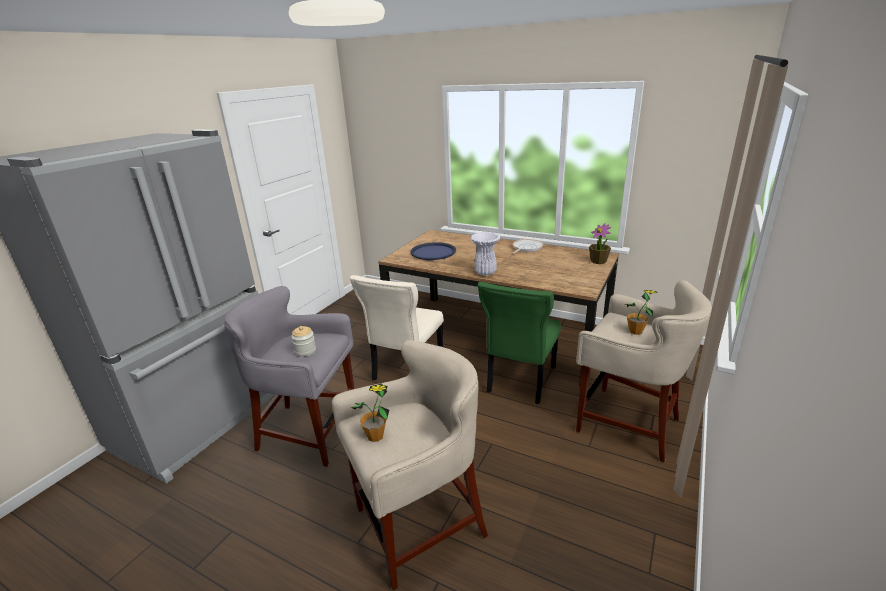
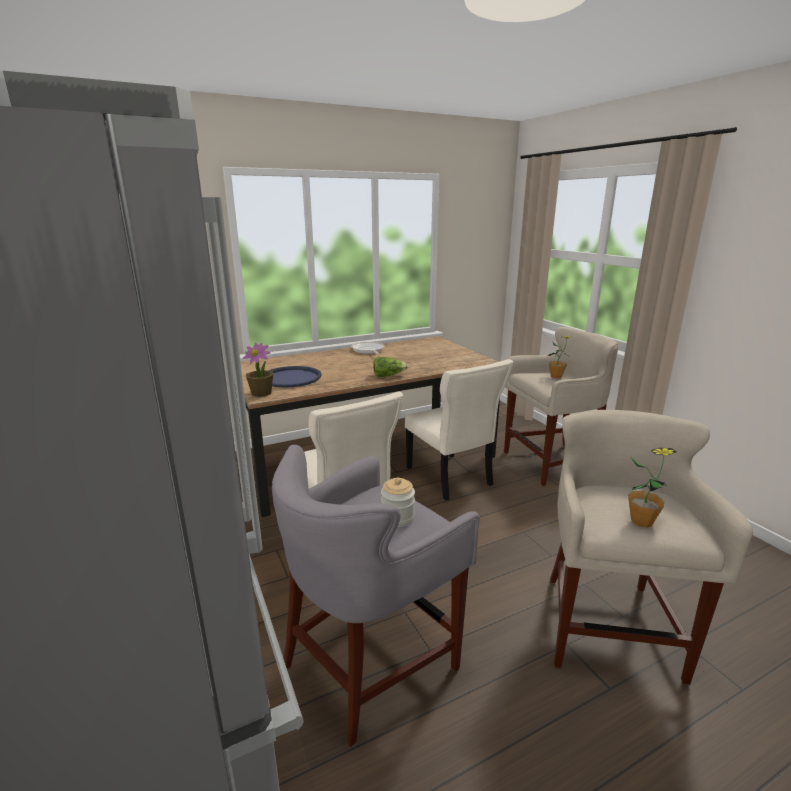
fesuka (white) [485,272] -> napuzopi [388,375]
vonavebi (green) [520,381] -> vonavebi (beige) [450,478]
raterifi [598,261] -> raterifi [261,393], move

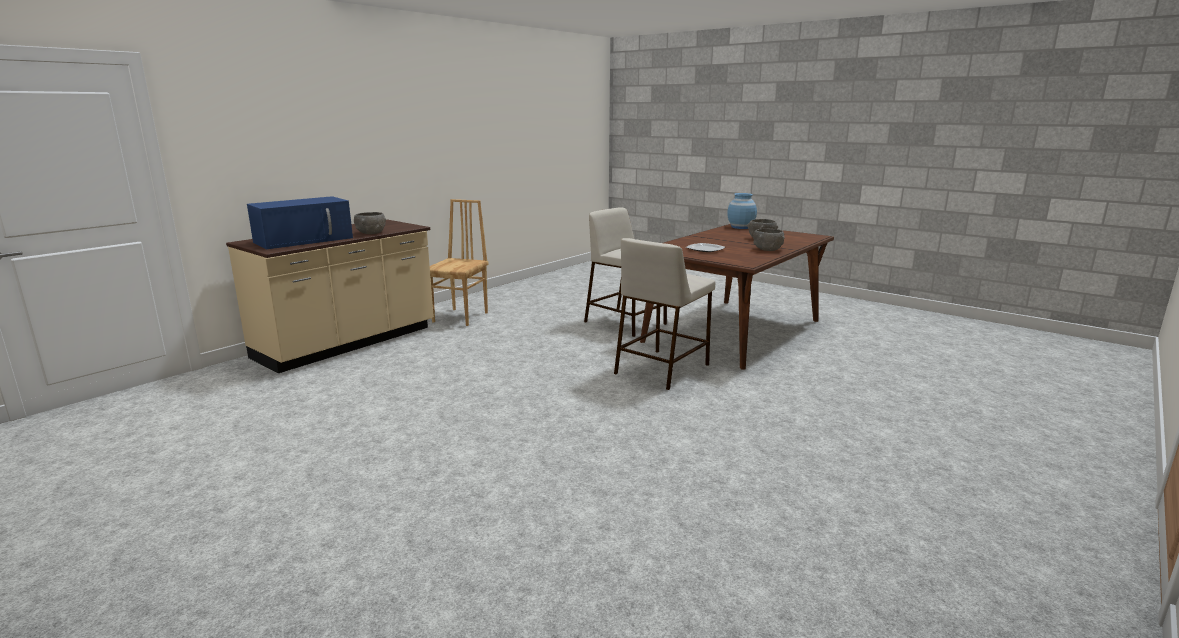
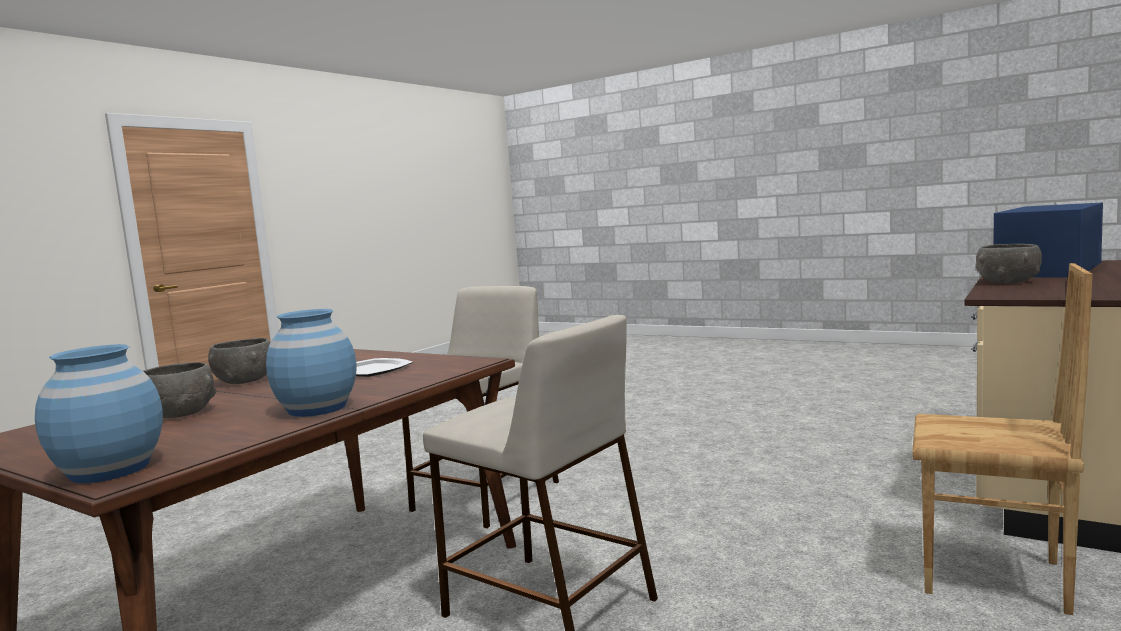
vonavebi (brown) [461,317] -> vonavebi (brown) [994,579], 75 degrees counterclockwise
none -> fesuka (blue) [317,409]

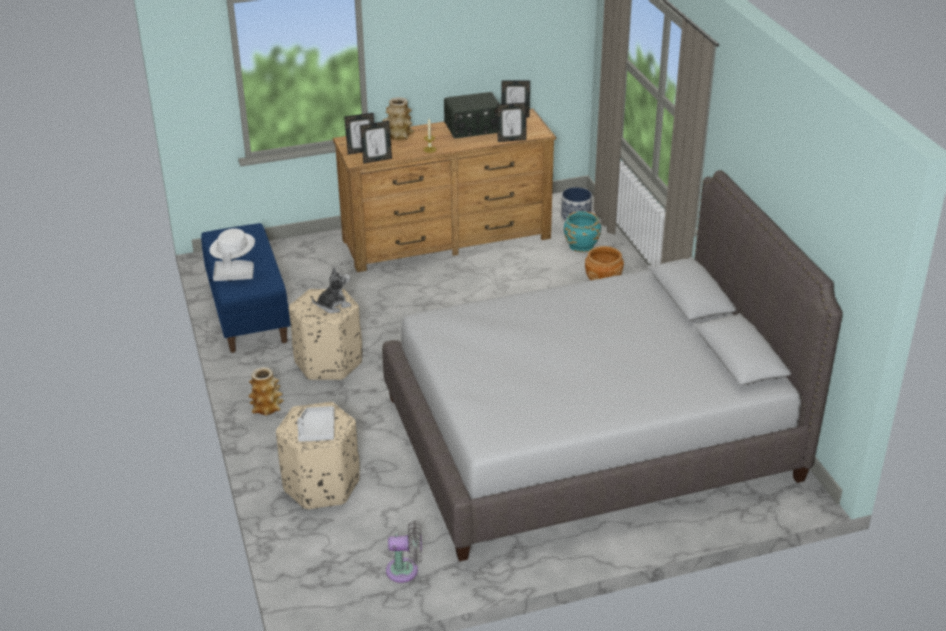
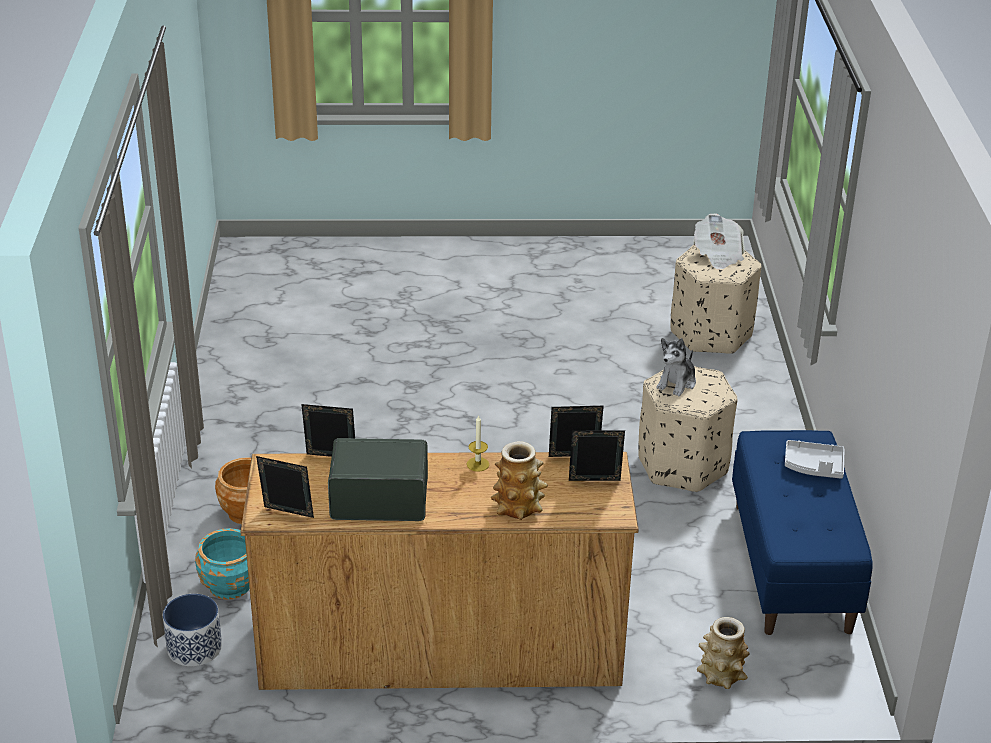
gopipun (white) [232,247] -> none
fesuka [267,408] -> fesuka [721,675], move
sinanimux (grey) [317,430] -> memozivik [718,255]
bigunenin [333,305] -> bigunenin [677,383], 45 degrees counterclockwise
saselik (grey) [590,438] -> none
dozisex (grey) [406,570] -> none

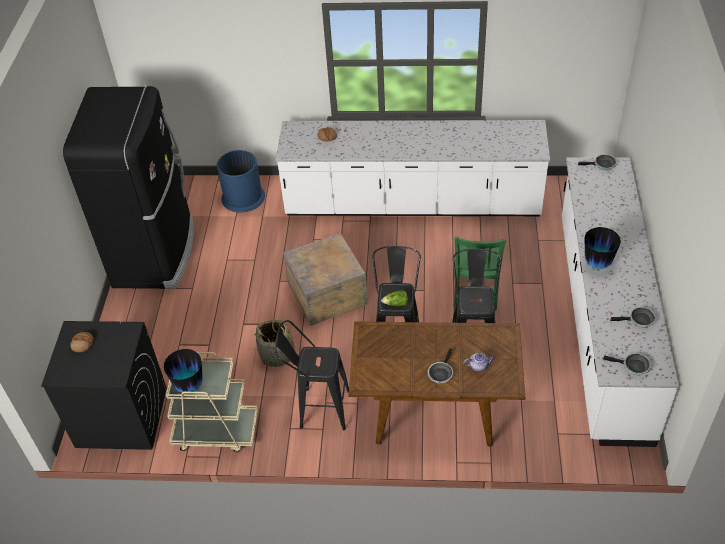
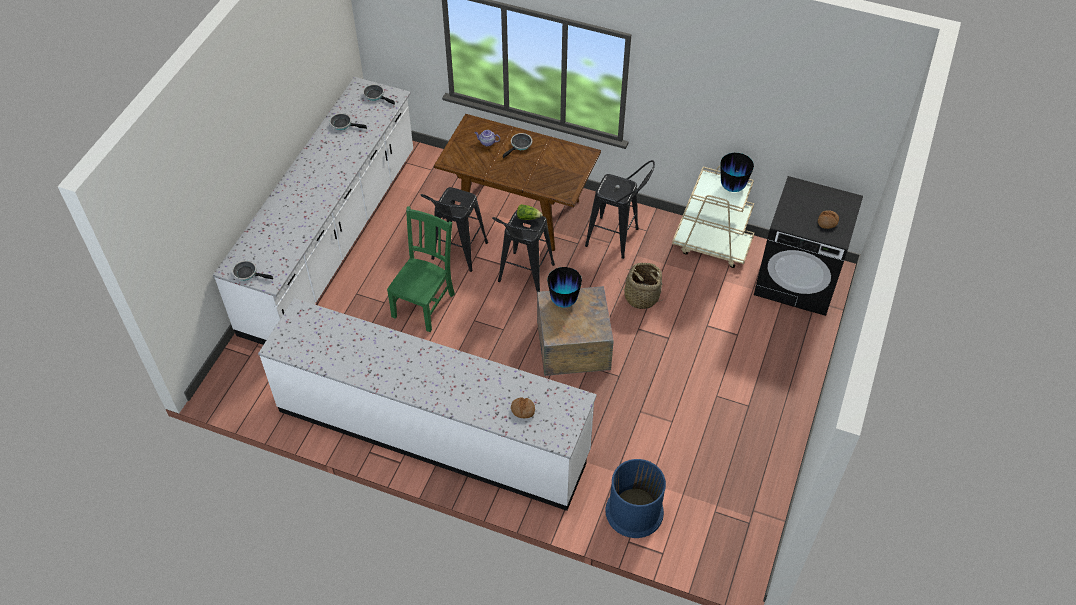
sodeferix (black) [155,253] -> none
fesuka [597,263] -> fesuka [563,301], move

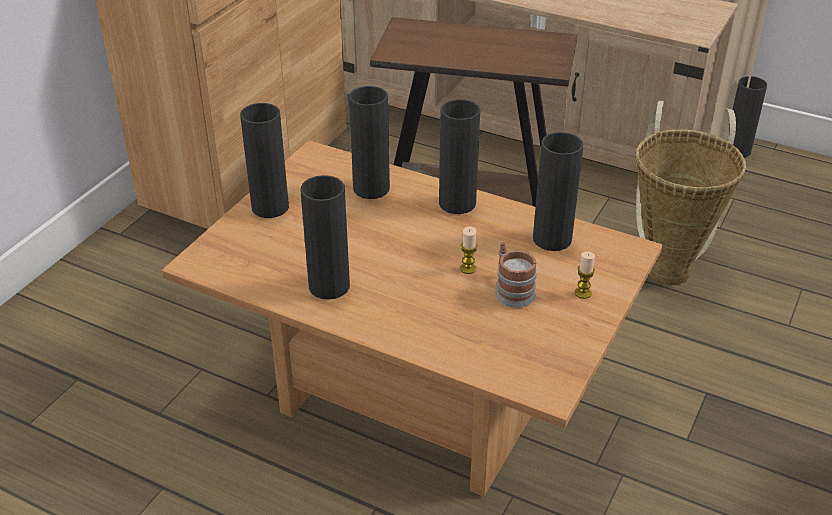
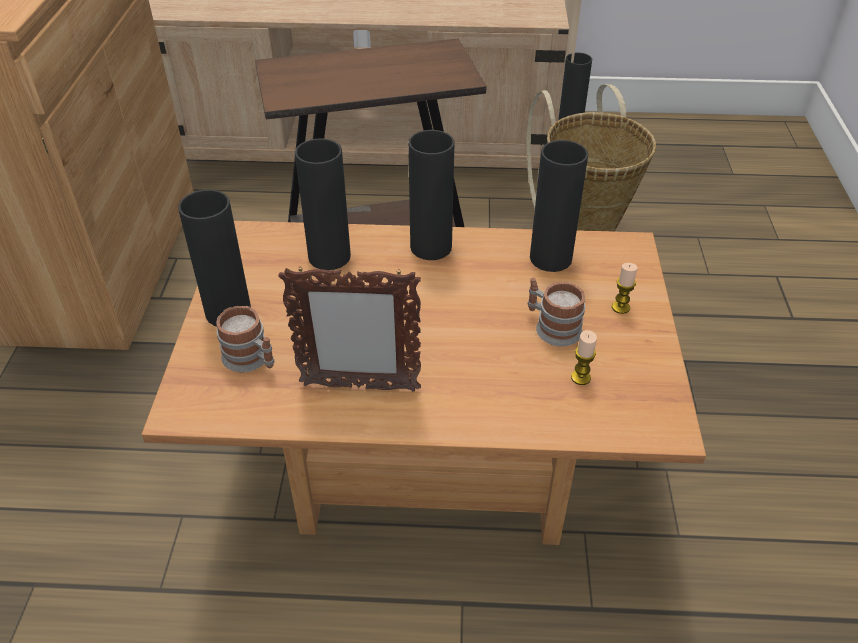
fesuka (black) [329,286] -> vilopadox [359,387]
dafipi [468,268] -> dafipi [580,377], move
none -> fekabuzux [251,360]

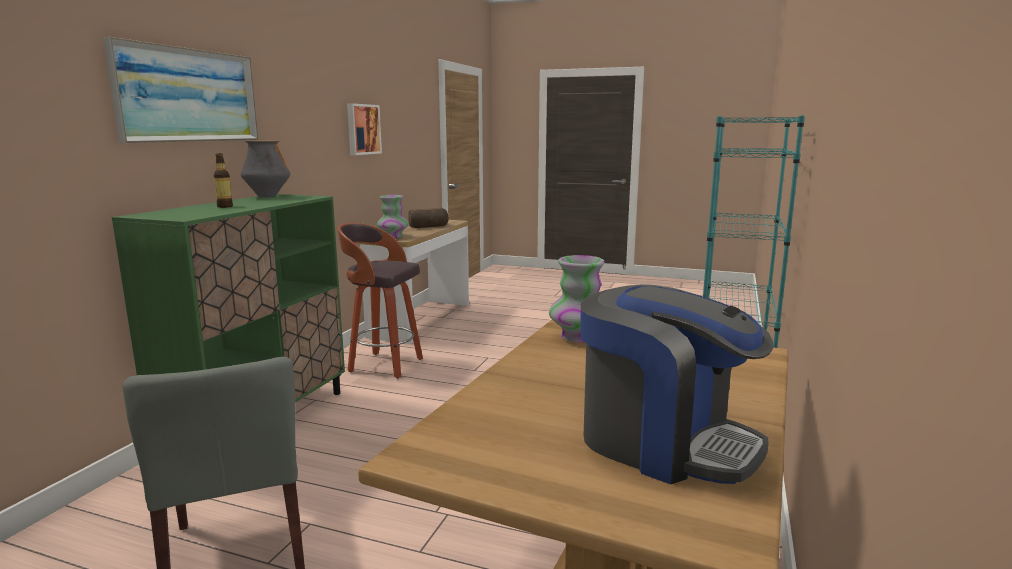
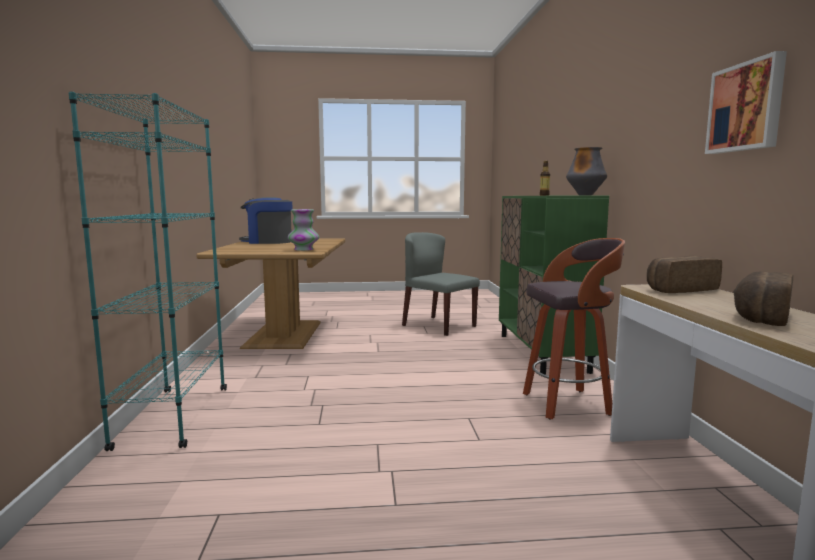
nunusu [188,95] -> none
fesuka [393,236] -> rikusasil [679,289]

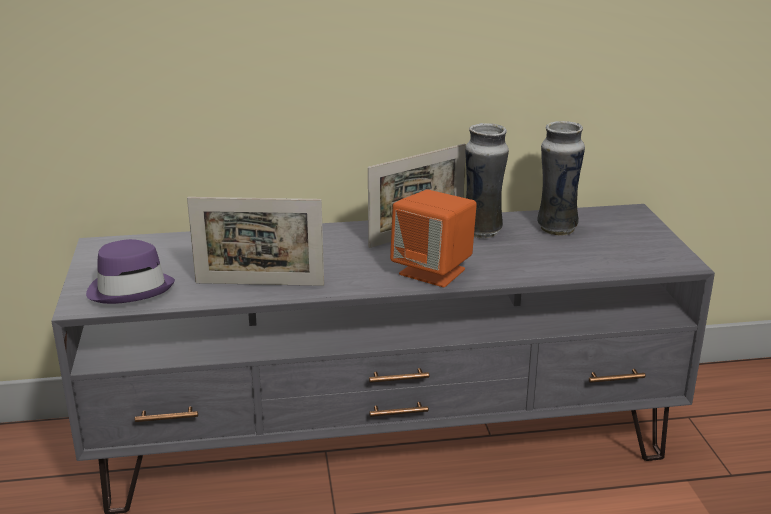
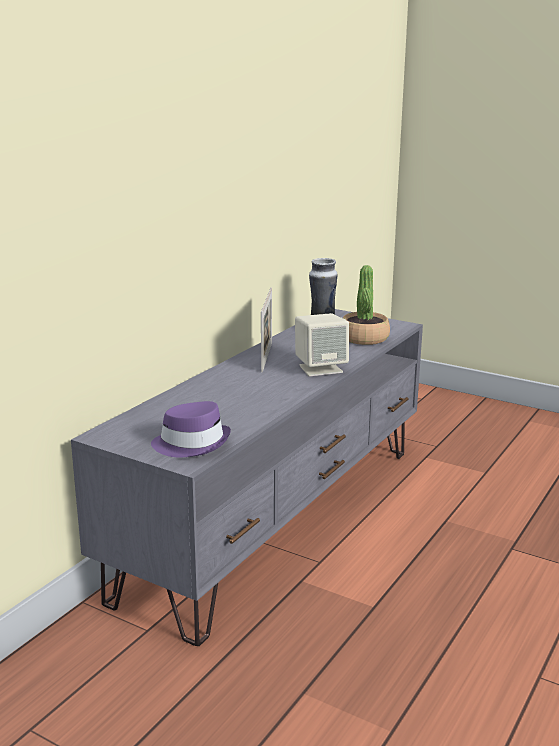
vilopadox [259,284] -> none
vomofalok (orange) [433,272] -> vomofalok (beige) [320,368]
fesuka [482,231] -> none
none -> raterifi [364,338]

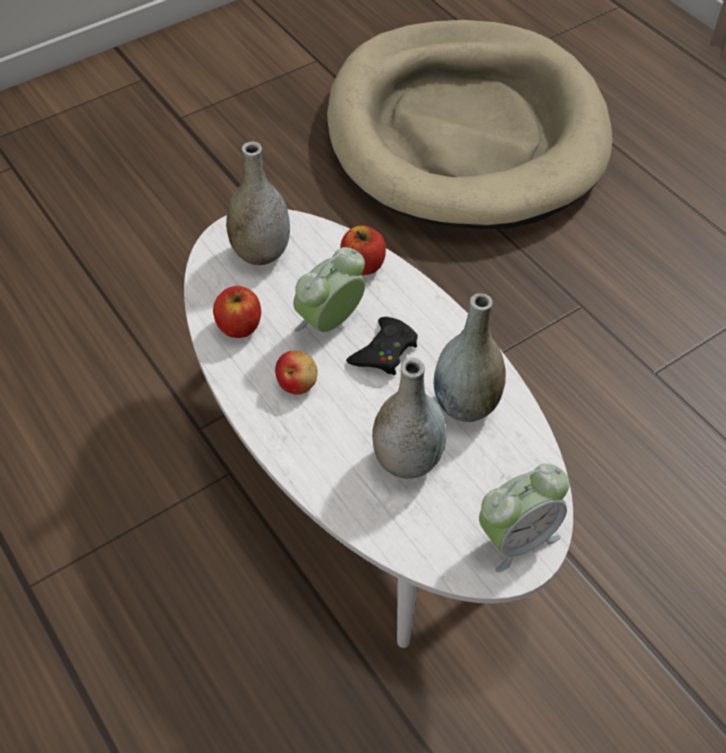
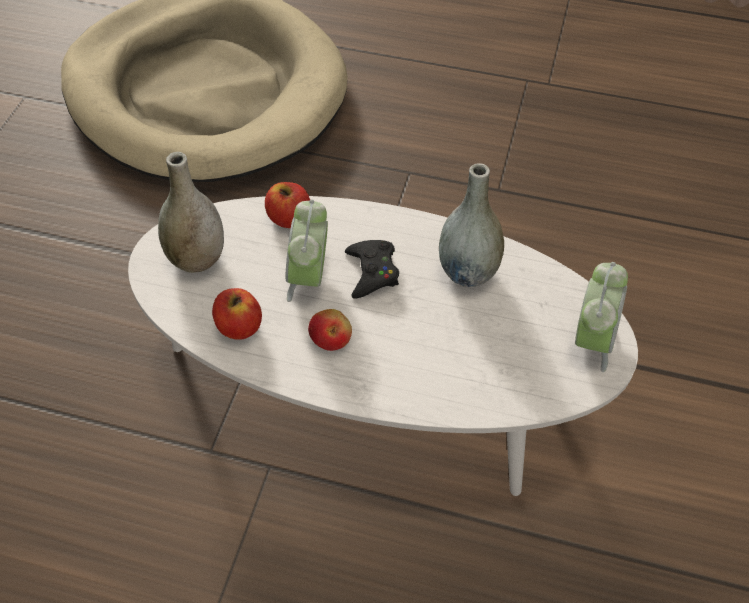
fesuka (grey) [407,460] -> none

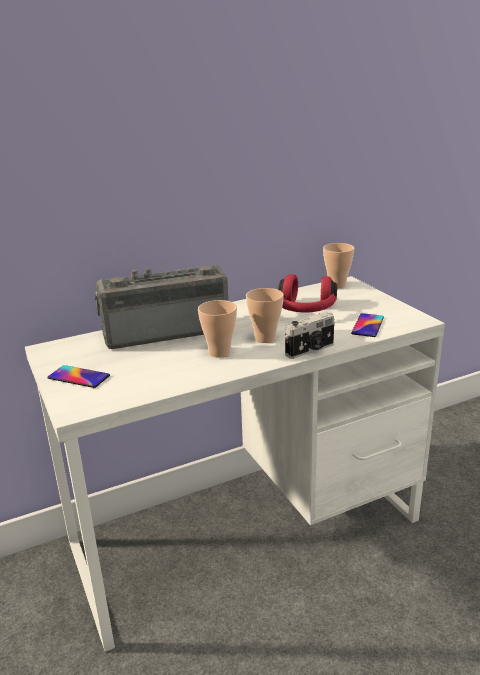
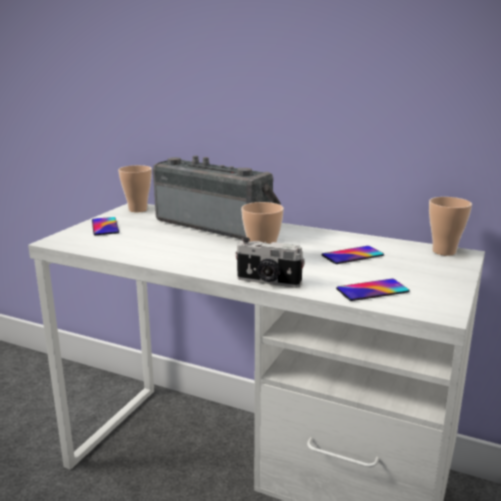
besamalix [219,352] -> besamalix [138,209], move
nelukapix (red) [305,310] -> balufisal [352,255]

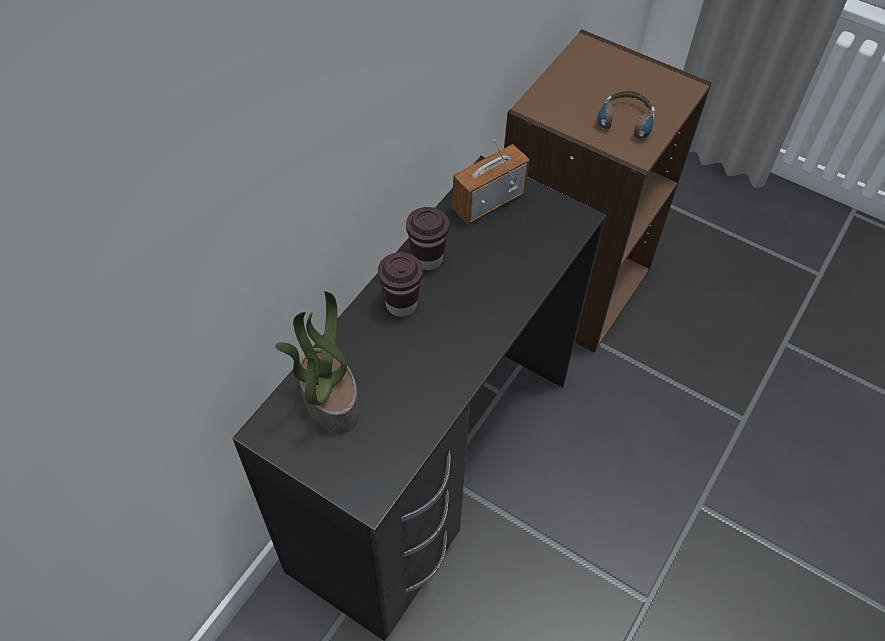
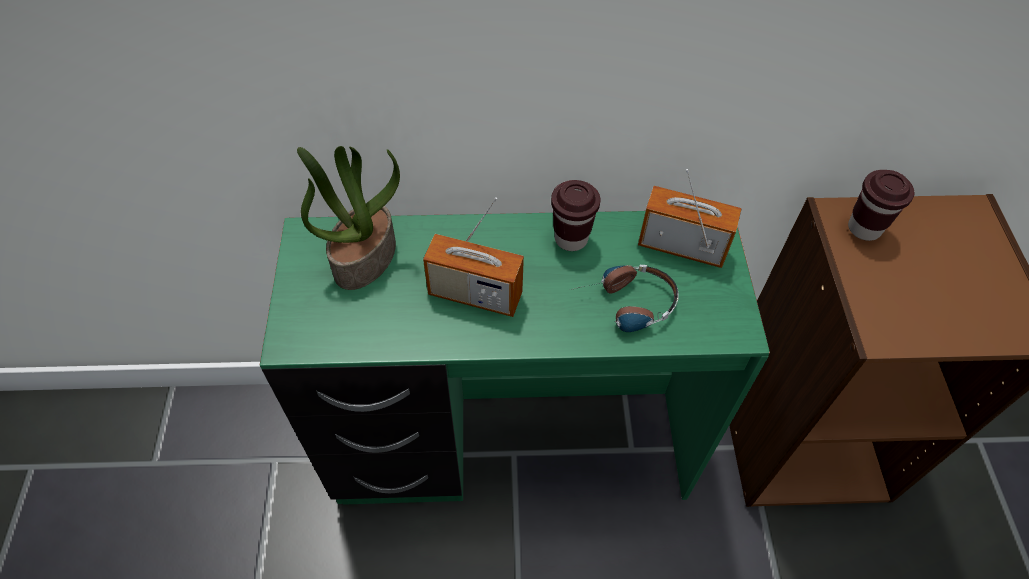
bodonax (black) [436,473] -> bodonax (green) [512,447]
besamalix (brown) [401,304] -> besamalix (brown) [864,228], move
nelukapix [623,128] -> nelukapix [624,306], move
none -> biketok [475,294]

